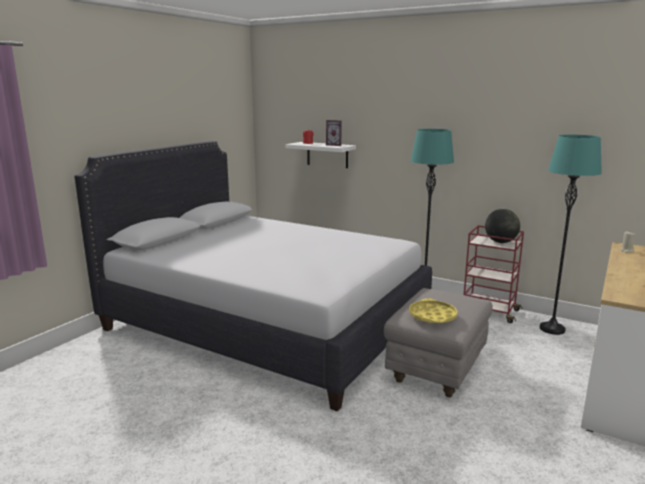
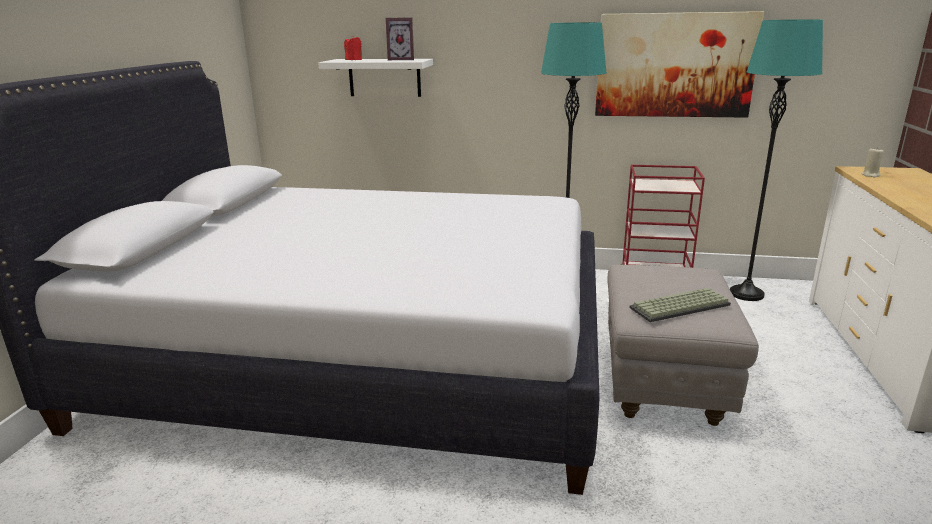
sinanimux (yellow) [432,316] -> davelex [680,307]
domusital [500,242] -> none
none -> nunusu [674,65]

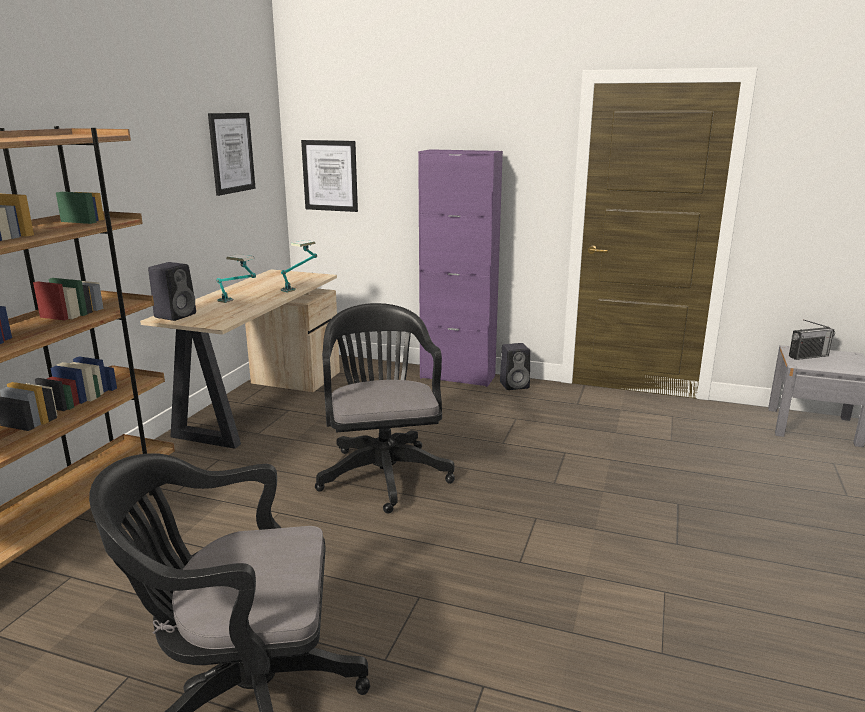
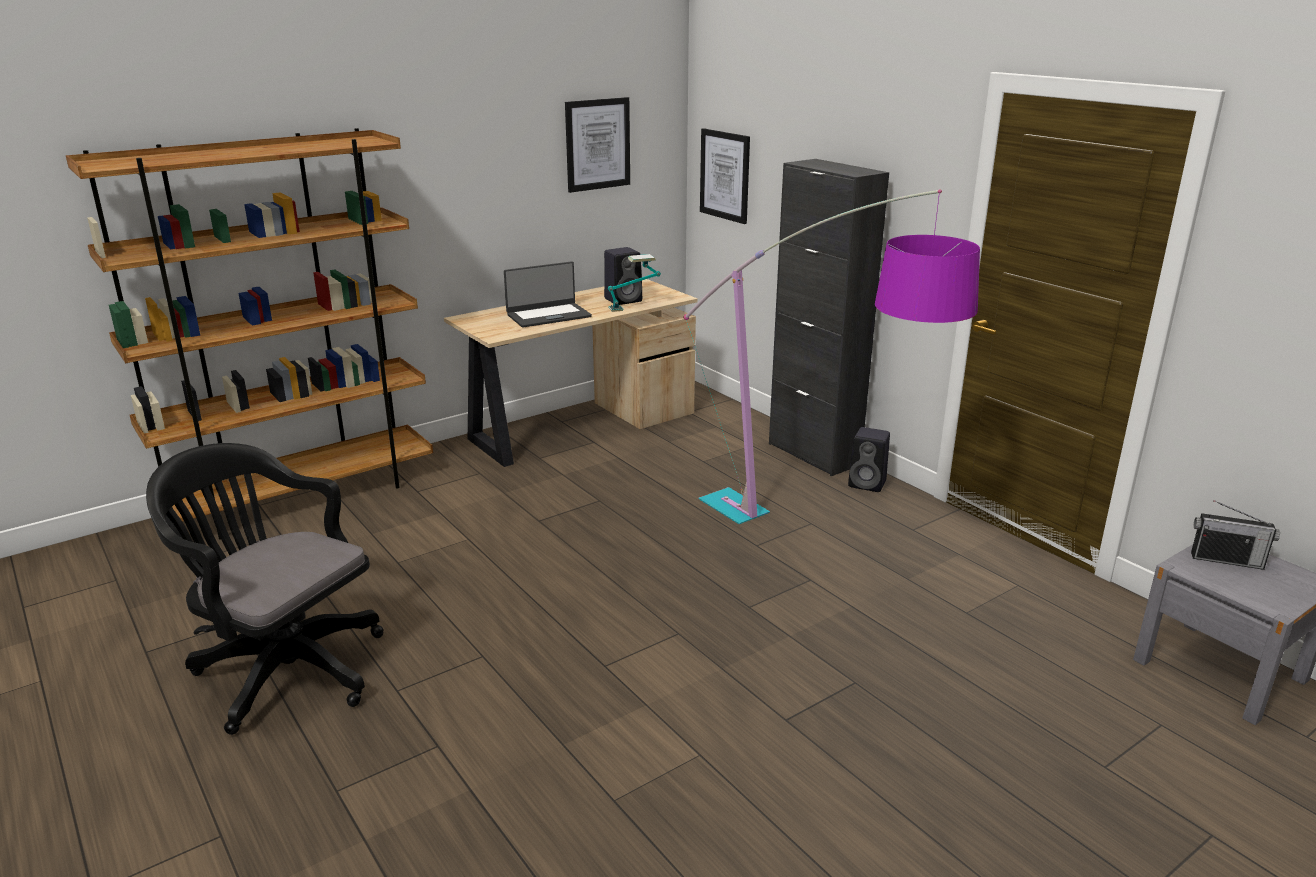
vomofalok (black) [176,315] -> vomofalok (black) [624,300], move
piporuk [238,303] -> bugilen [548,315]
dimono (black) [383,472] -> none
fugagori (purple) [457,377] -> fugagori (black) [813,454]
none -> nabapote [813,554]

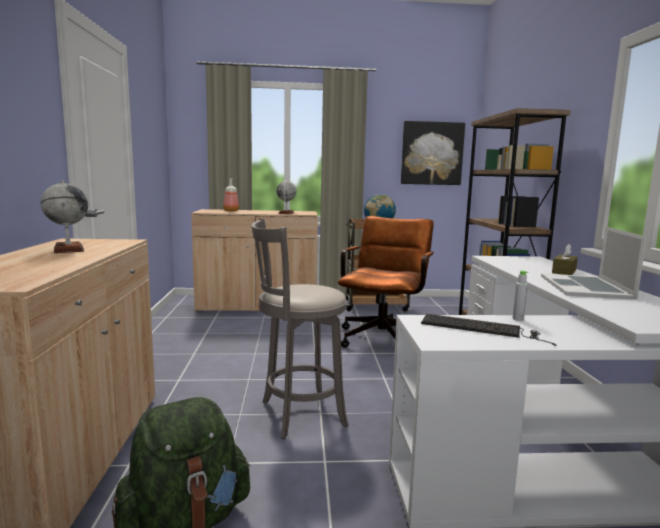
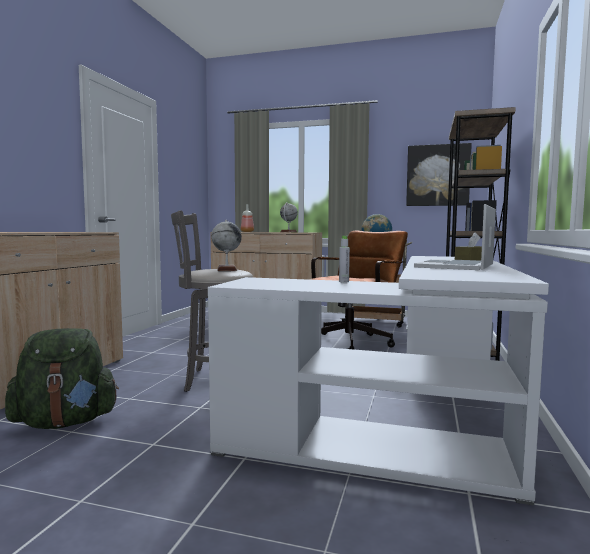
domusital [68,249] -> domusital [226,269], move
davelex [482,328] -> none

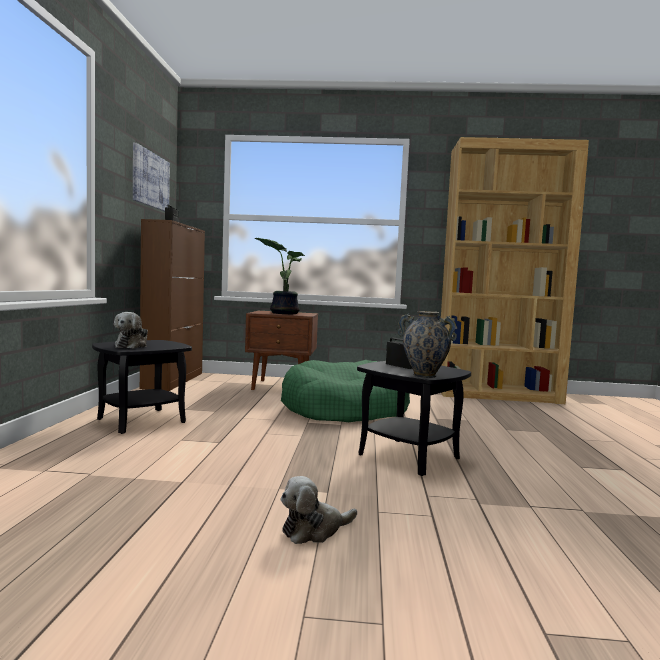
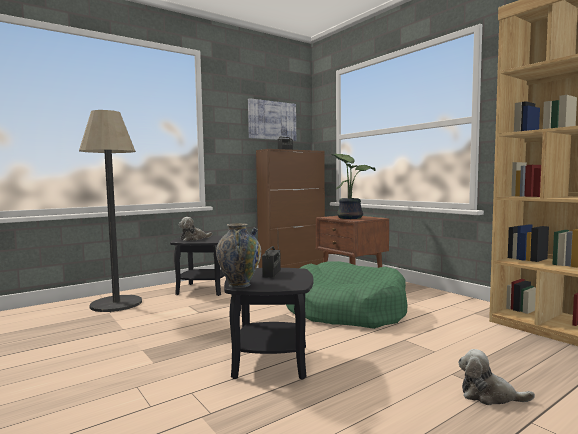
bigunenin [314,530] -> bigunenin [489,395], move
none -> nabapote [116,304]

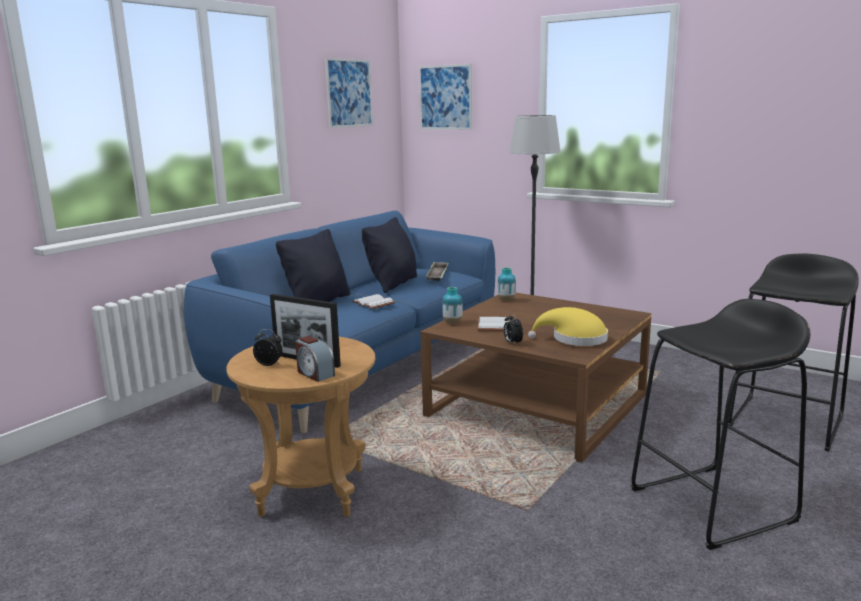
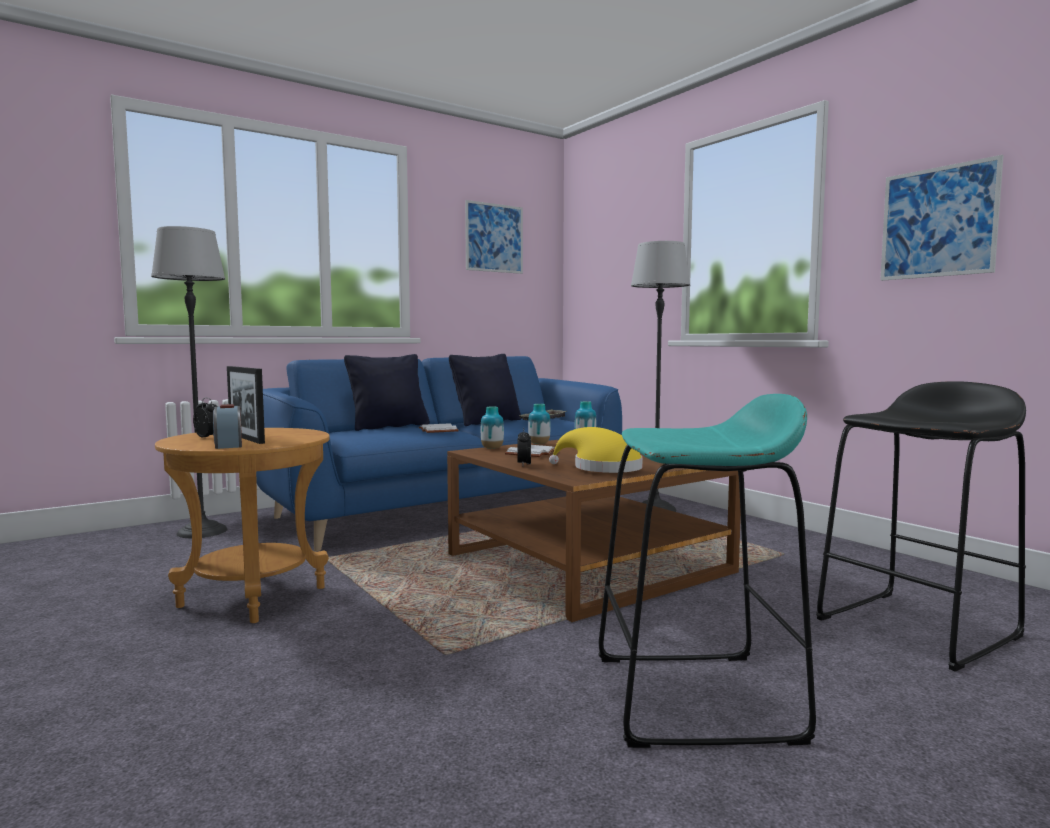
nunusu [445,97] -> nunusu [938,222], move
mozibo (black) [712,505] -> mozibo (turquoise) [695,698]
none -> nabapote [202,531]
none -> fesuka [539,444]

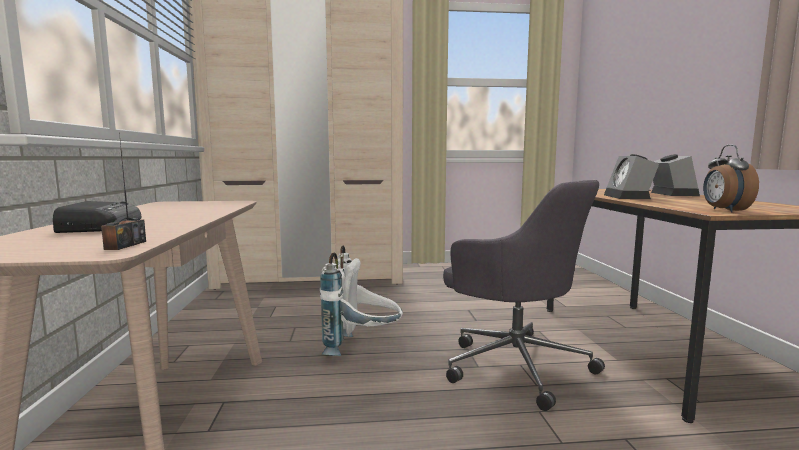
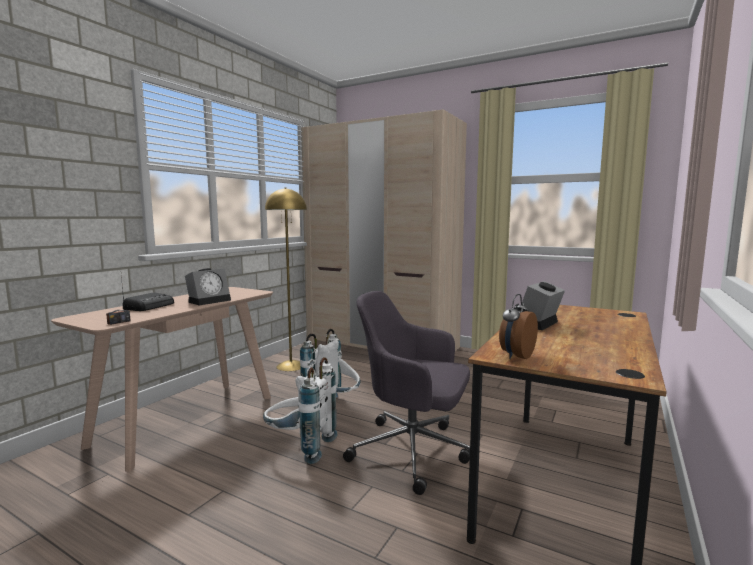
dimono (grey) [514,364] -> dimono (grey) [413,451], 120 degrees clockwise
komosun [670,194] -> komosun [210,300], move
none -> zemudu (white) [300,447]
none -> nabapote (yellow) [291,366]

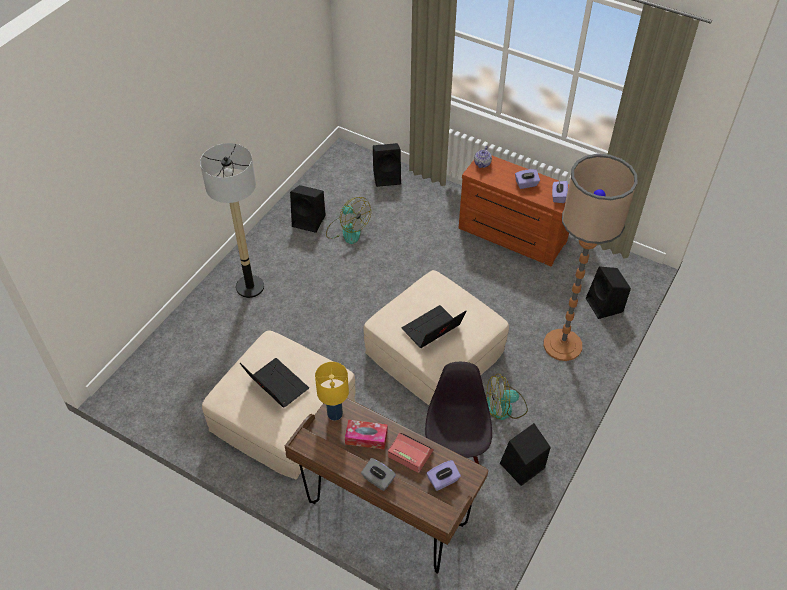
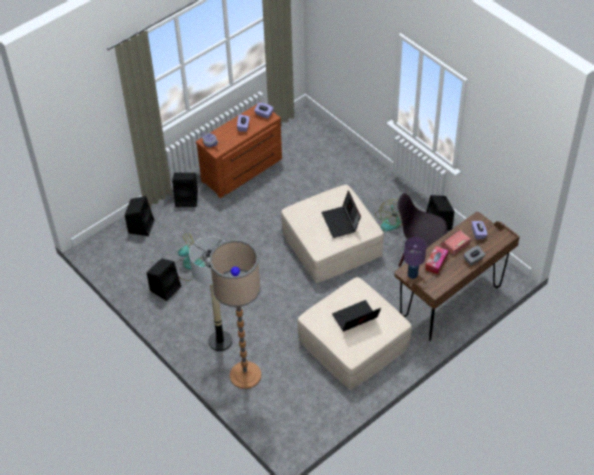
piporuk (yellow) [335,414] -> piporuk (purple) [413,274]
nabapote [562,345] -> nabapote [245,375], move
vomofalok (black) [605,306] -> vomofalok (black) [187,199], move

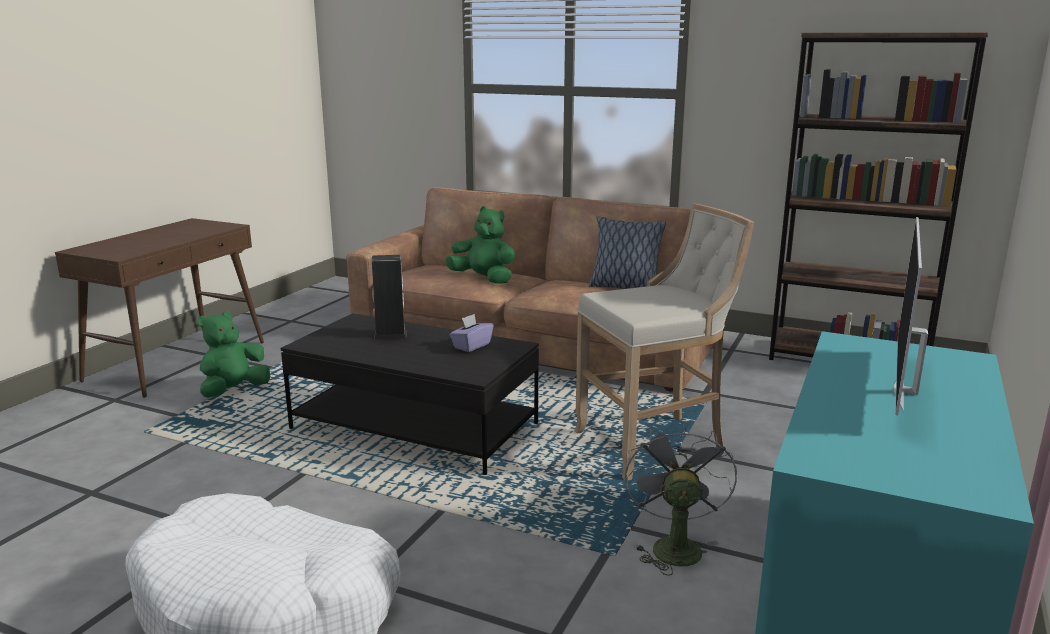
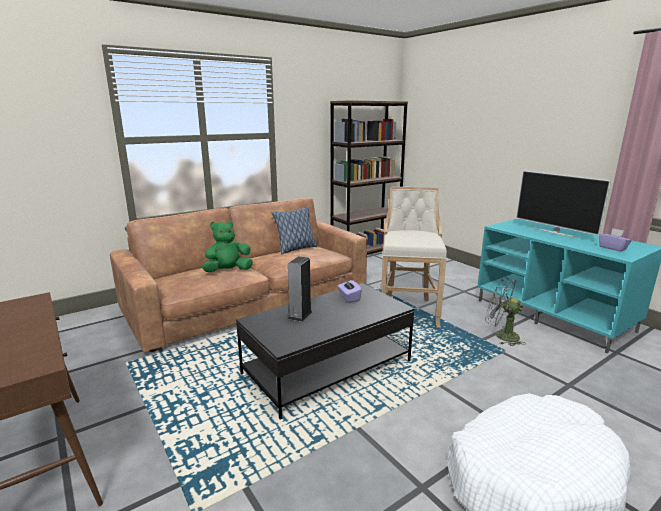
bigunenin (green) [234,391] -> none
none -> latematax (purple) [612,248]

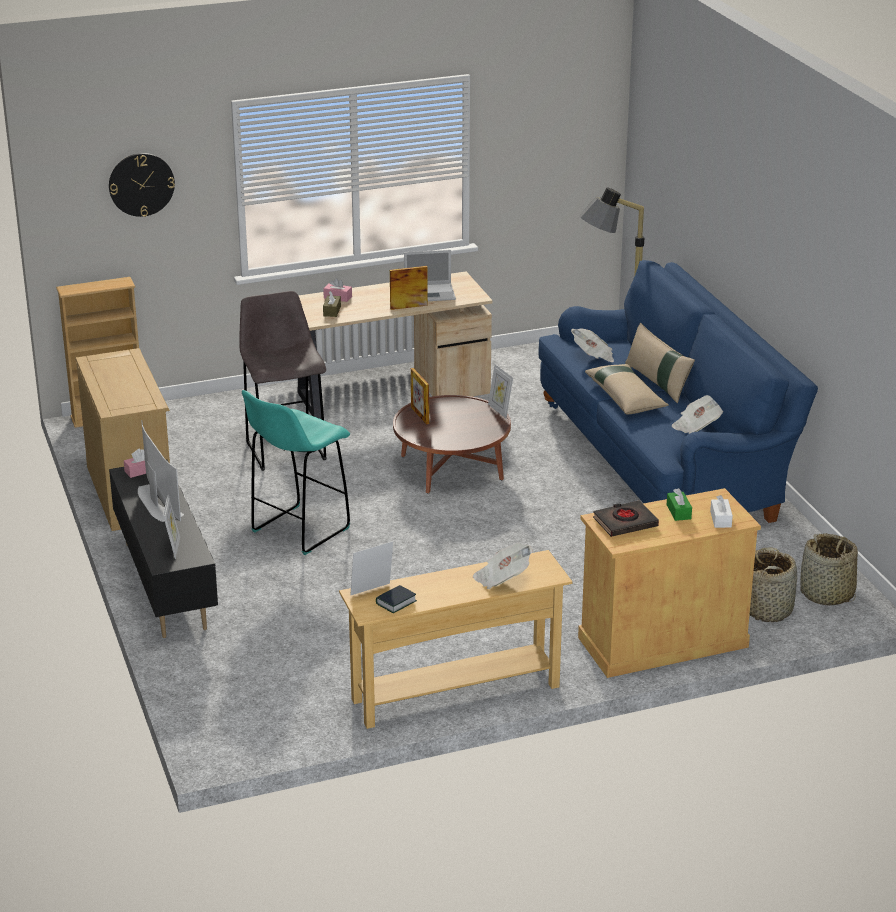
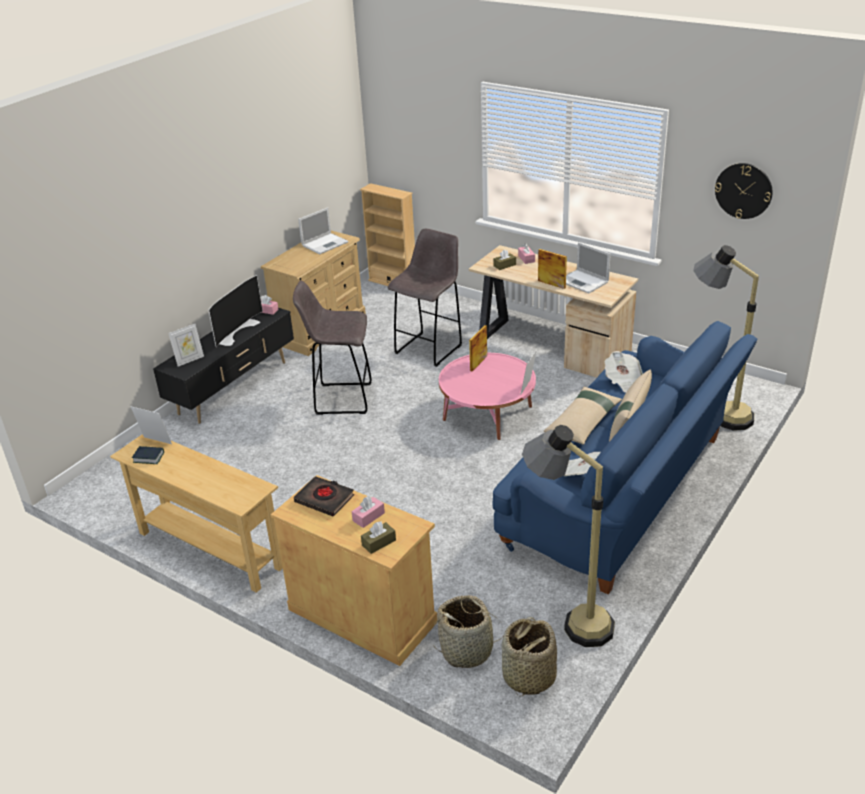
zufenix [141,184] -> zufenix [743,190], move
mozibo (turquoise) [298,531] -> mozibo (grey) [341,399]
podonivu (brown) [451,468] -> podonivu (pink) [487,413]
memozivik [502,579] -> none
latematax (green) [678,512] -> latematax (pink) [368,517]
latematax (white) [720,519] -> latematax (brown) [379,543]
none -> bugilen [325,243]
none -> nabapote [568,619]

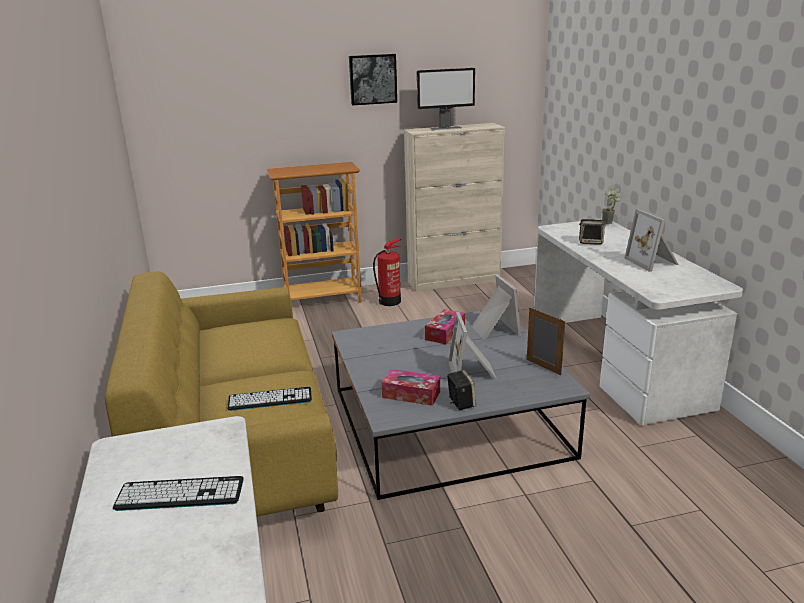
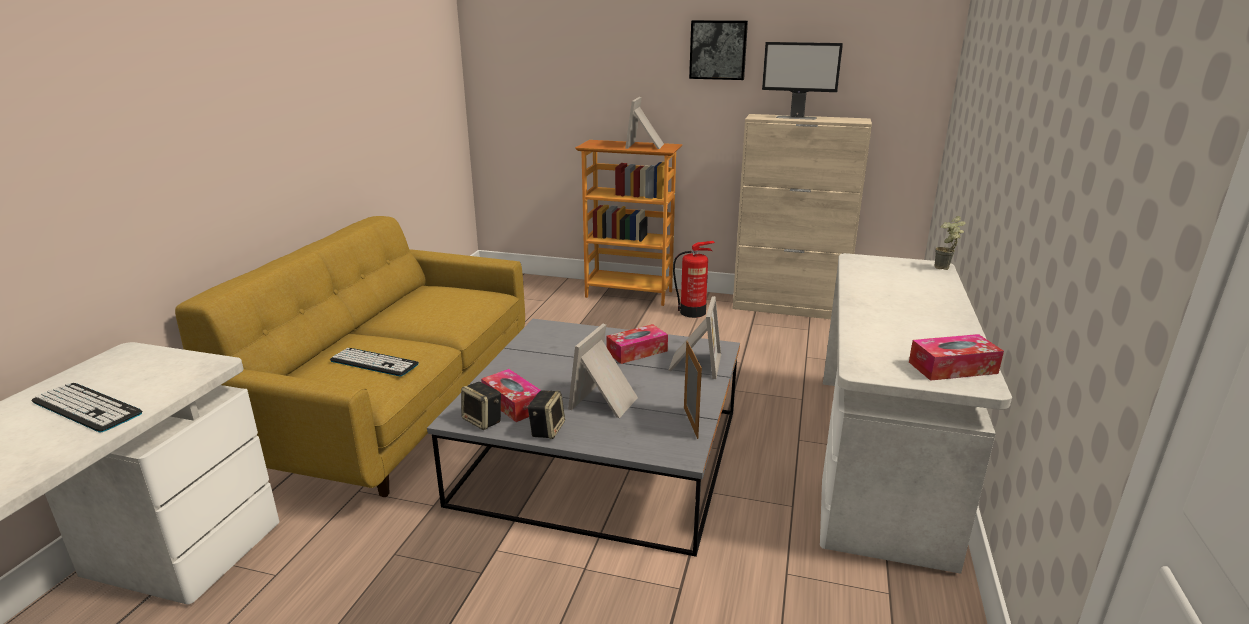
vomofalok [591,242] -> vomofalok [483,421], move
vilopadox [653,262] -> vilopadox [646,146], move
none -> latematax [952,368]

